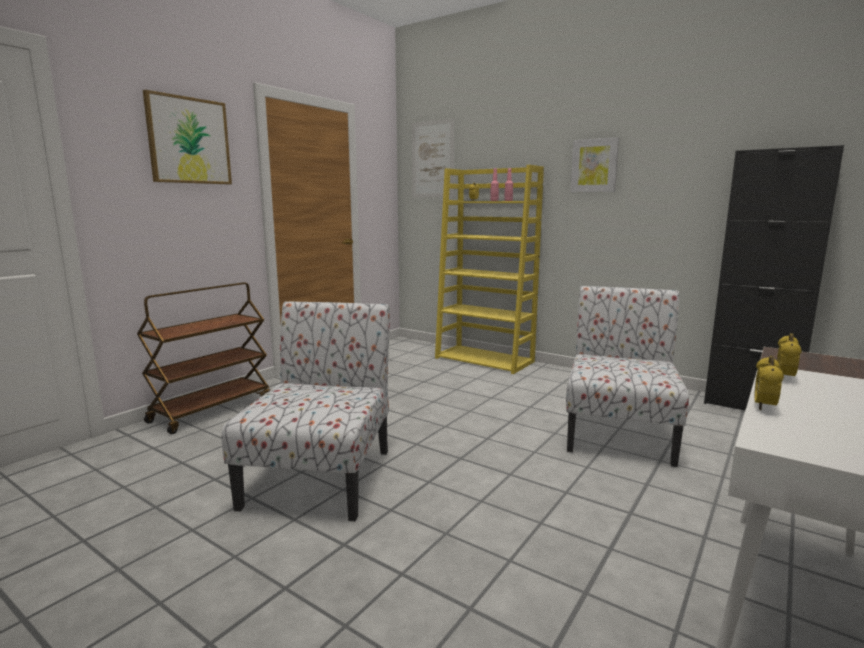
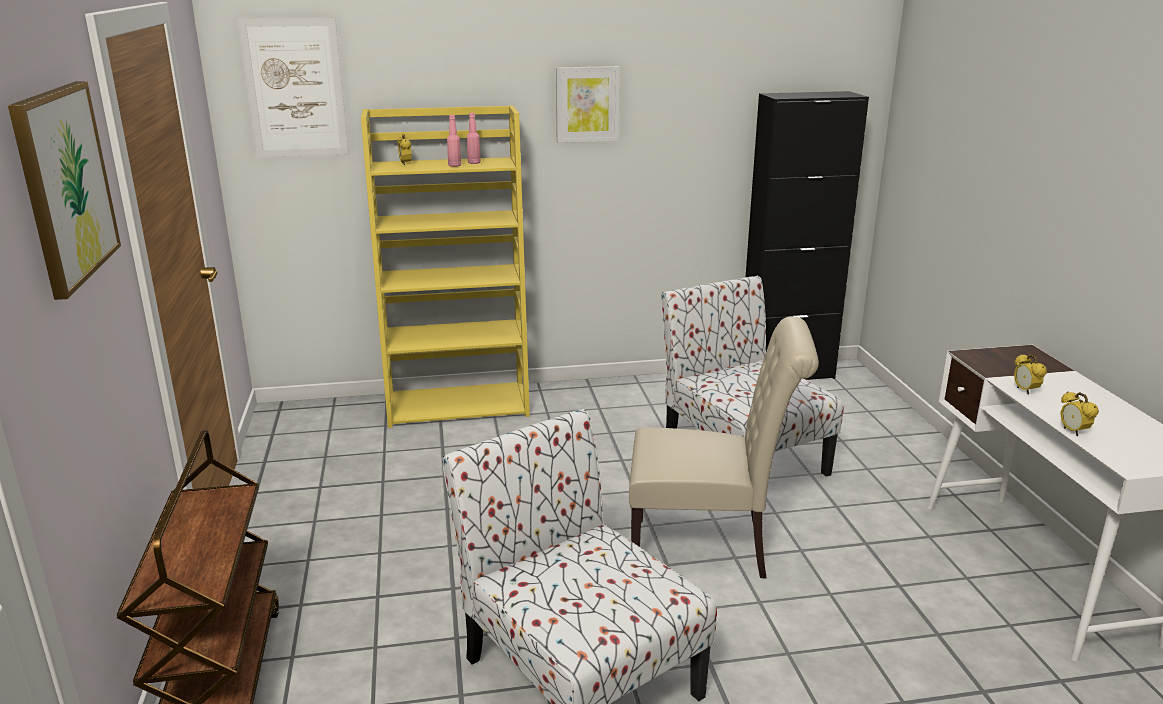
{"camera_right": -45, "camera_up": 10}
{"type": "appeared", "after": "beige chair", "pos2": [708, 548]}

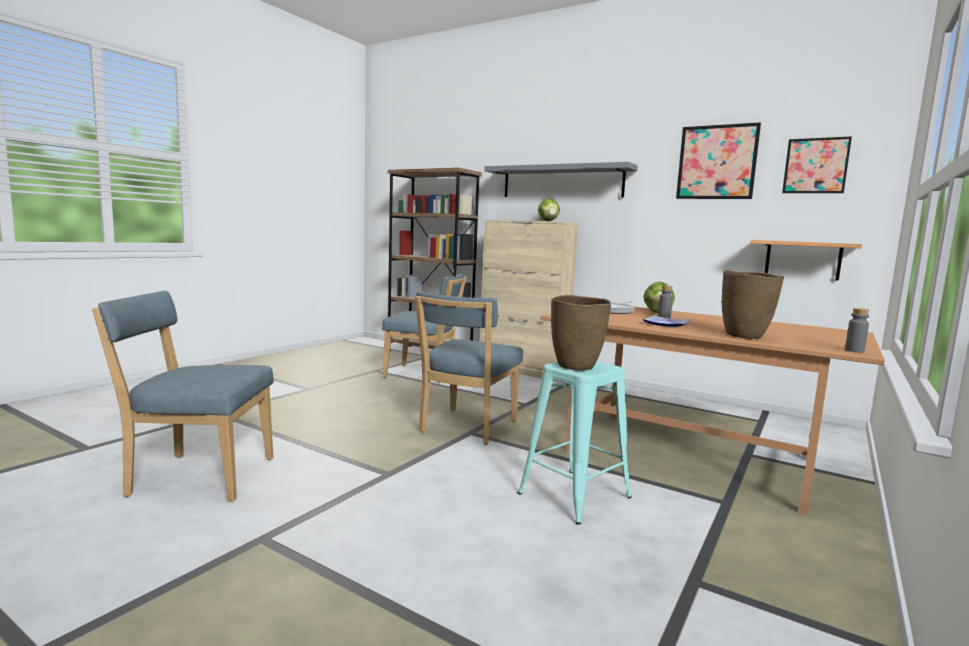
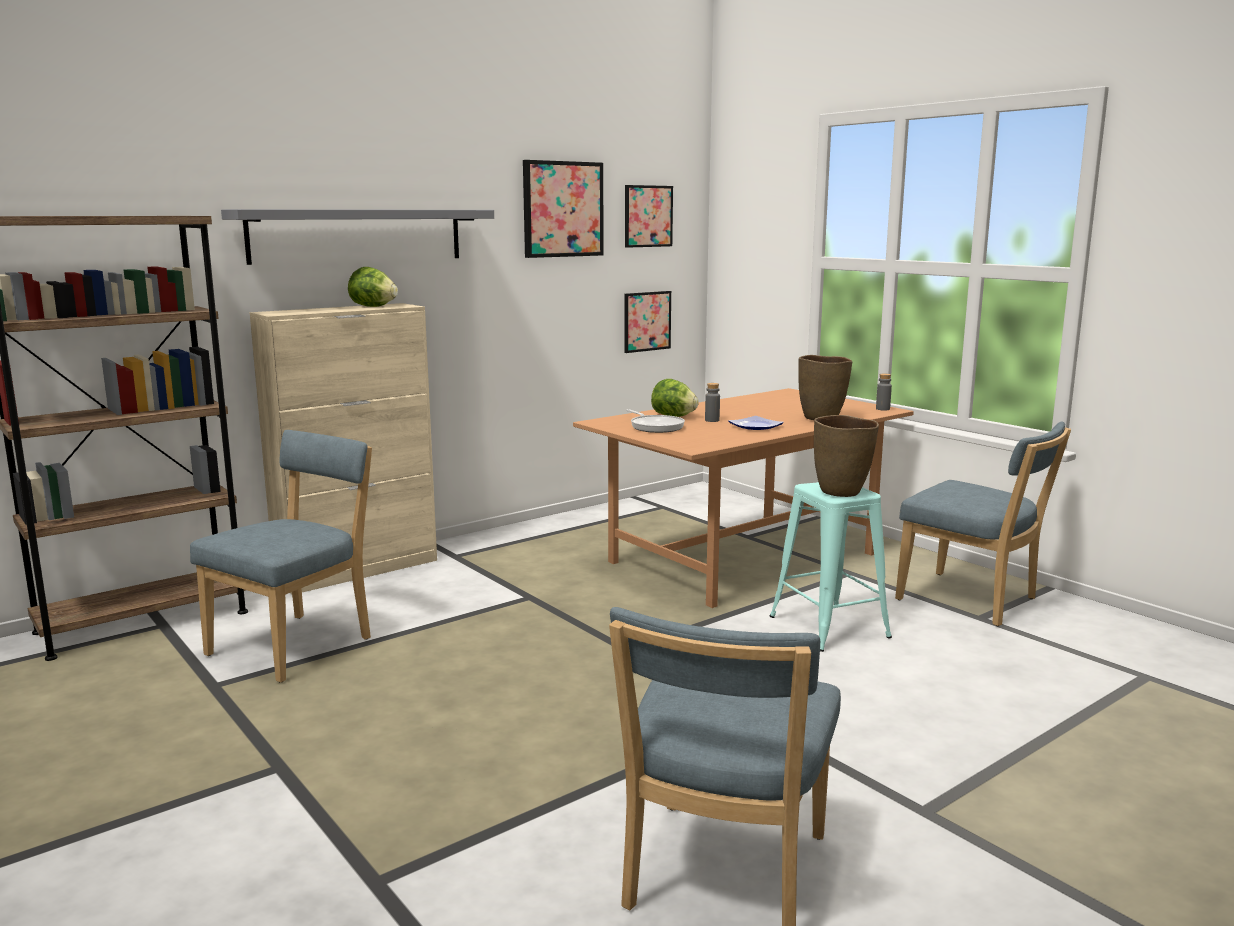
{"camera_right": -70, "camera_up": 5}
{"type": "relocated", "before": "blue chair", "pos1": [466, 428], "pos2": [972, 601]}
{"type": "exchanged", "before": "shelf", "after": "picture", "pos1": [802, 260], "pos2": [647, 321]}

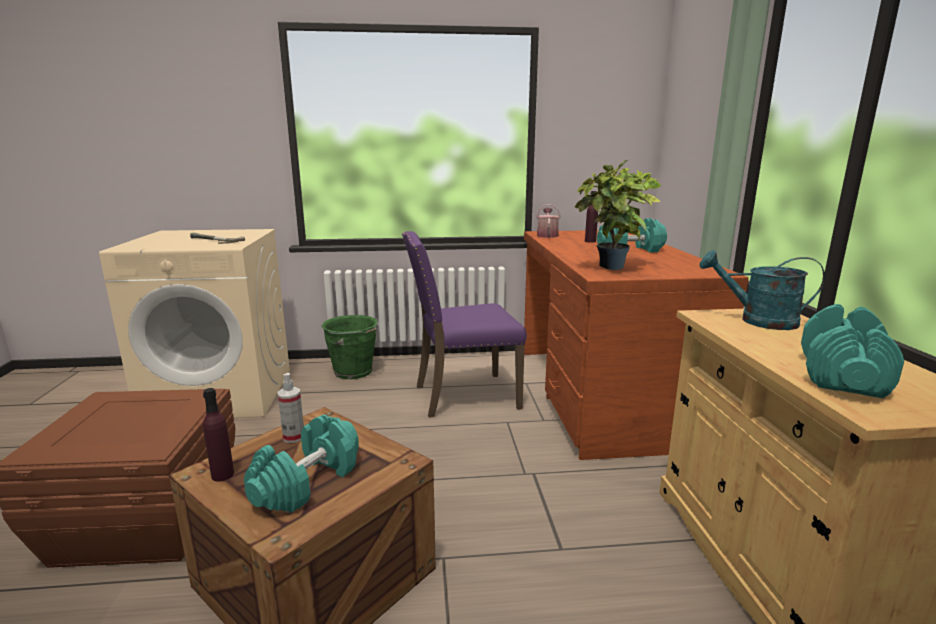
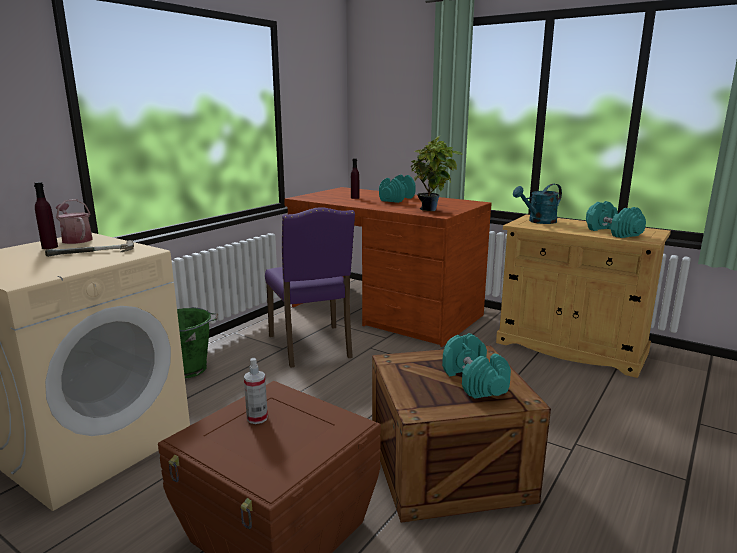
{"camera_right": -50, "camera_up": 0}
{"type": "relocated", "before": "purple bottle", "pos1": [222, 475], "pos2": [50, 247]}
{"type": "relocated", "before": "spray bottle", "pos1": [293, 437], "pos2": [257, 418]}
{"type": "spun", "before": "purple chair", "pos1": [463, 396], "pos2": [312, 346], "turn": -45}
{"type": "relocated", "before": "watering can", "pos1": [547, 235], "pos2": [76, 239]}

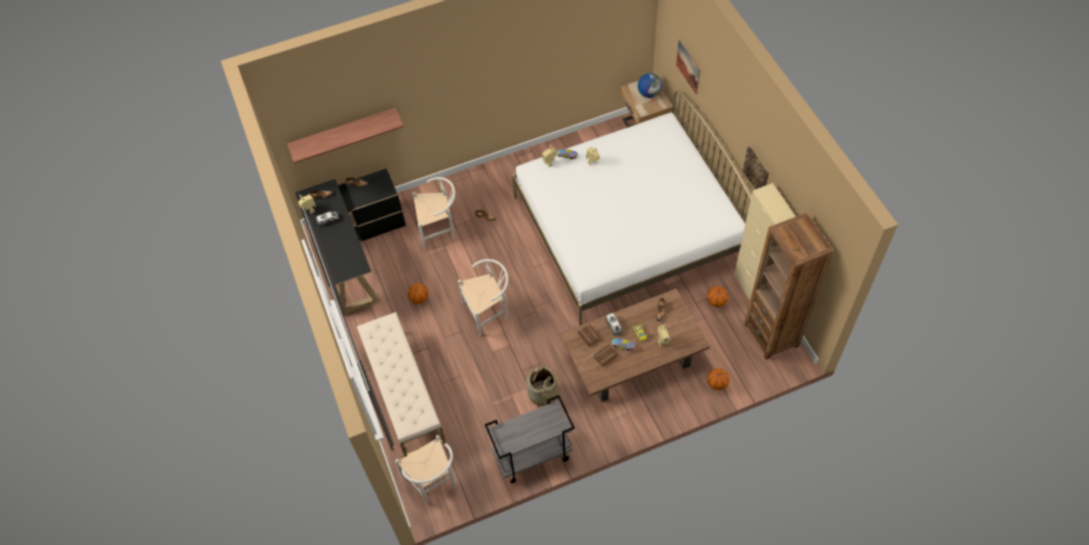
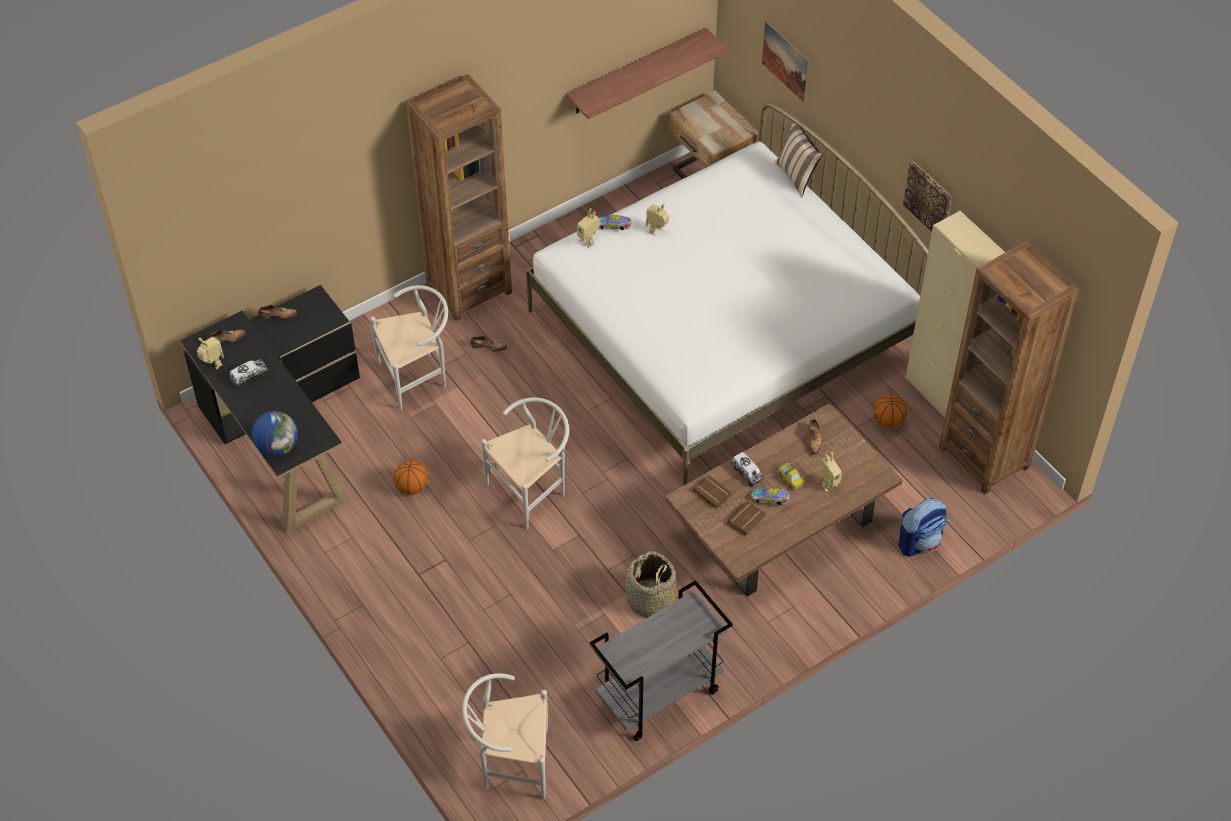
{"camera_right": -15, "camera_up": -5}
{"type": "relocated", "before": "shelf", "pos1": [343, 132], "pos2": [636, 72]}
{"type": "missing", "before": "beige bench", "pos1": [403, 392]}
{"type": "spun", "before": "white chair", "pos1": [434, 483], "pos2": [510, 763], "turn": 135}
{"type": "relocated", "before": "globe", "pos1": [649, 93], "pos2": [277, 447]}
{"type": "exchanged", "before": "basketball", "after": "backpack", "pos1": [717, 384], "pos2": [919, 541]}
{"type": "appeared", "after": "brown bookcase", "pos2": [469, 289]}
{"type": "appeared", "after": "beige pillow", "pos2": [797, 176]}

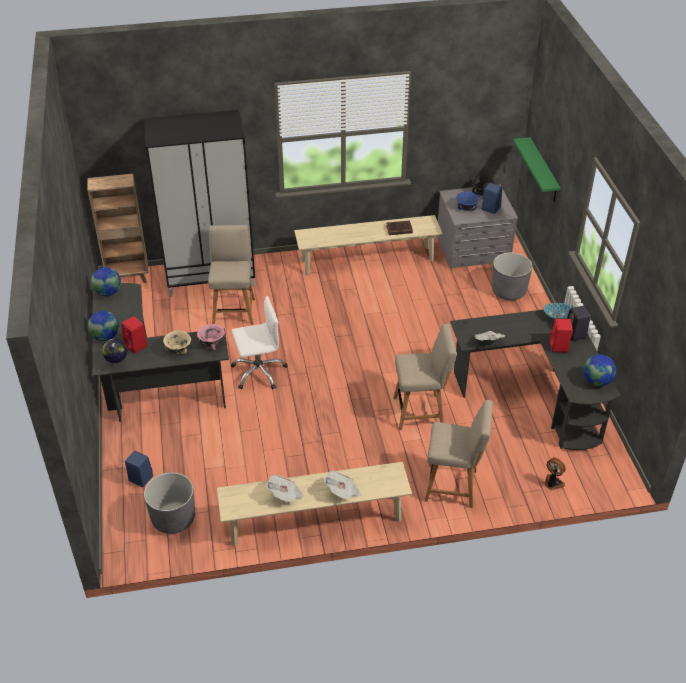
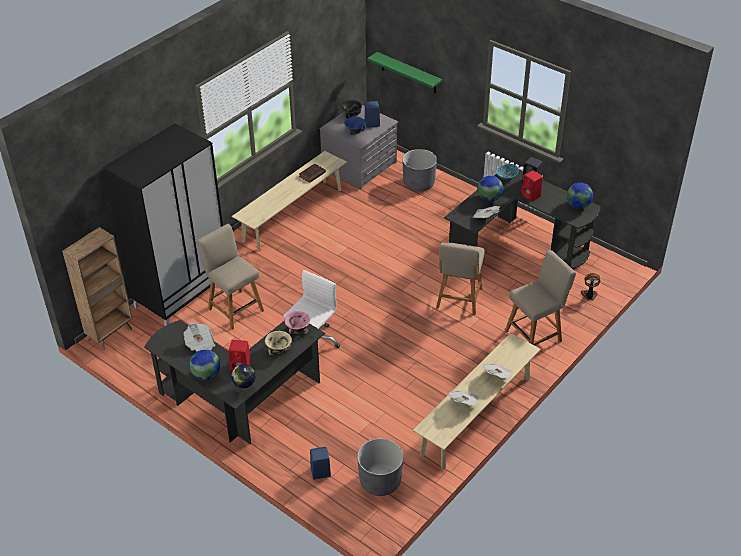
{"camera_right": -40, "camera_up": 0}
{"type": "relocated", "before": "globe", "pos1": [108, 292], "pos2": [489, 198]}
{"type": "spun", "before": "beige chair", "pos1": [421, 412], "pos2": [458, 300], "turn": 150}
{"type": "appeared", "after": "newspaper", "pos2": [200, 345]}

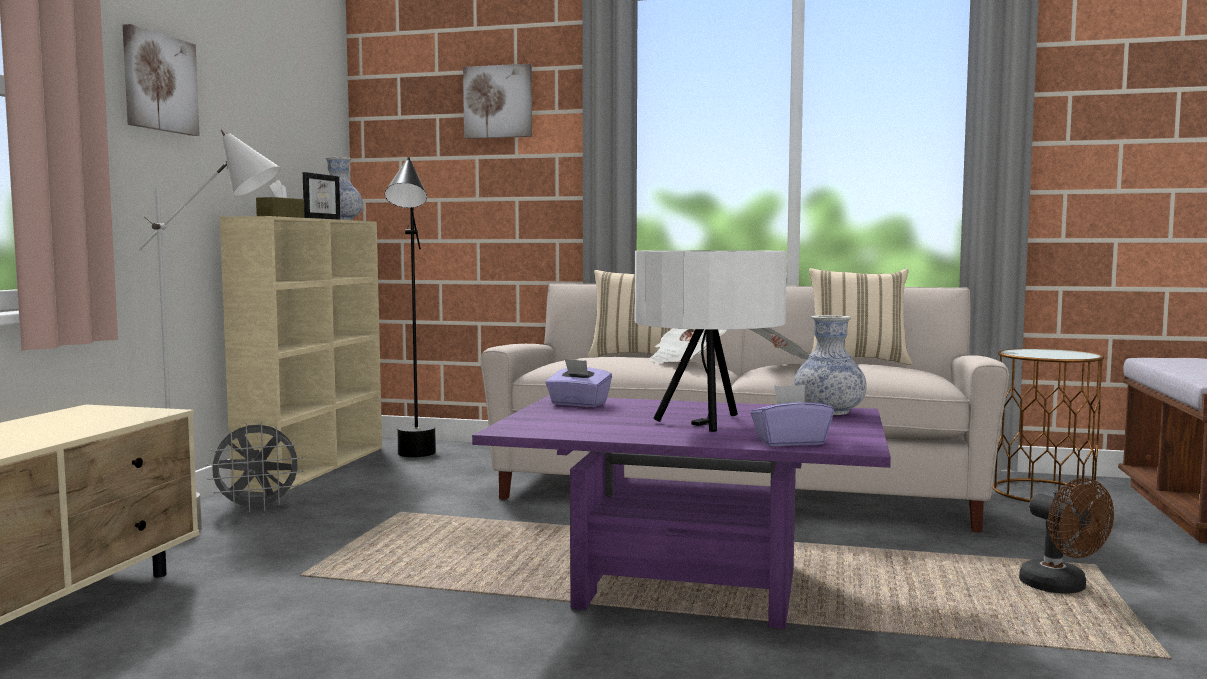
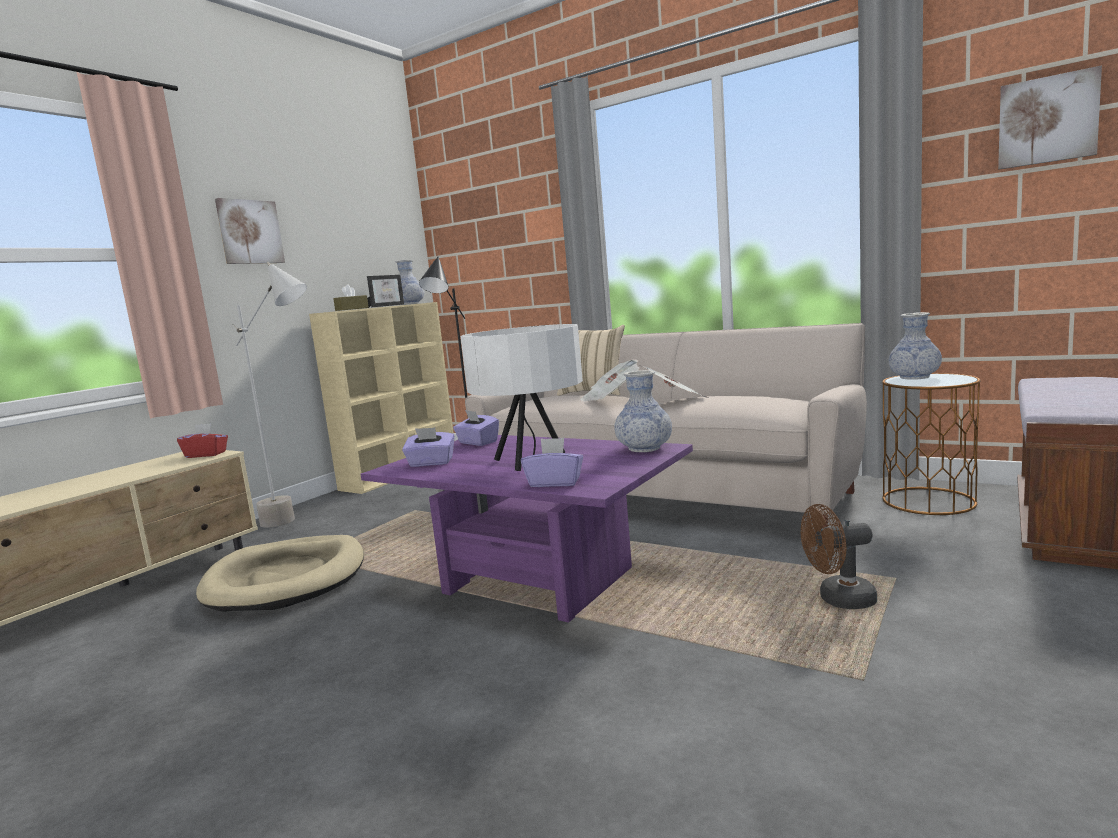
{"camera_right": 20, "camera_up": 5}
{"type": "missing", "before": "grey fan", "pos1": [257, 509]}
{"type": "relocated", "before": "picture", "pos1": [498, 102], "pos2": [1047, 120]}
{"type": "missing", "before": "beige pillow", "pos1": [857, 361]}
{"type": "spun", "before": "brown fan", "pos1": [1061, 588], "pos2": [839, 600], "turn": 90}
{"type": "appeared", "after": "red tissue box", "pos2": [206, 454]}
{"type": "appeared", "after": "beige dog bed", "pos2": [287, 579]}
{"type": "appeared", "after": "purple tissue box", "pos2": [431, 463]}
{"type": "appeared", "after": "vase", "pos2": [914, 377]}

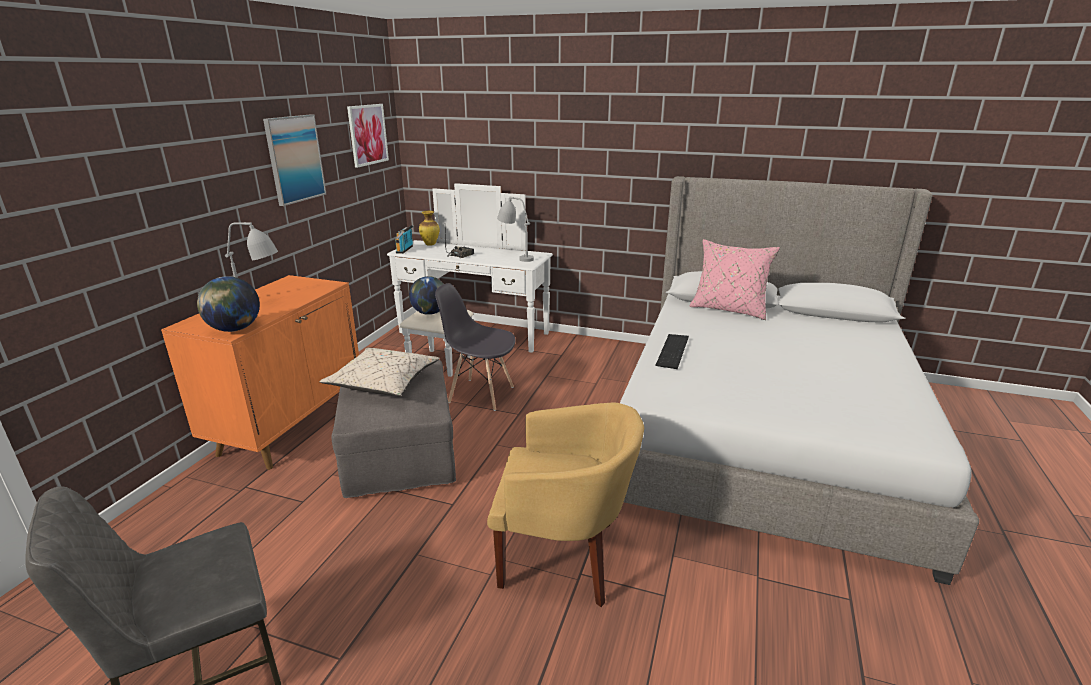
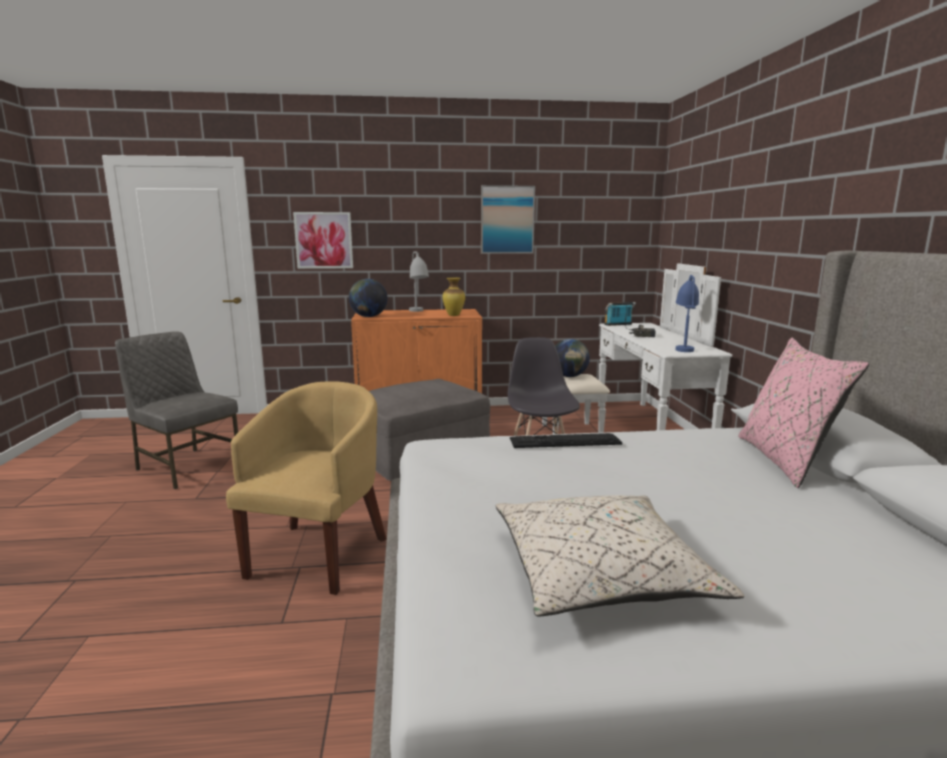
{"camera_right": 65, "camera_up": -10}
{"type": "relocated", "before": "beige pillow", "pos1": [383, 383], "pos2": [600, 574]}
{"type": "relocated", "before": "picture", "pos1": [368, 134], "pos2": [324, 240]}
{"type": "relocated", "before": "vase", "pos1": [430, 244], "pos2": [453, 315]}
{"type": "spun", "before": "yellow armchair", "pos1": [564, 557], "pos2": [319, 554], "turn": -150}
{"type": "colour", "before": "grey table lamp", "after": "blue table lamp", "pos1": [515, 256], "pos2": [683, 346]}

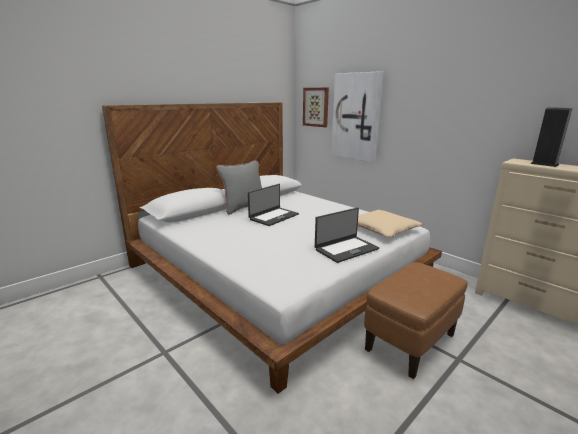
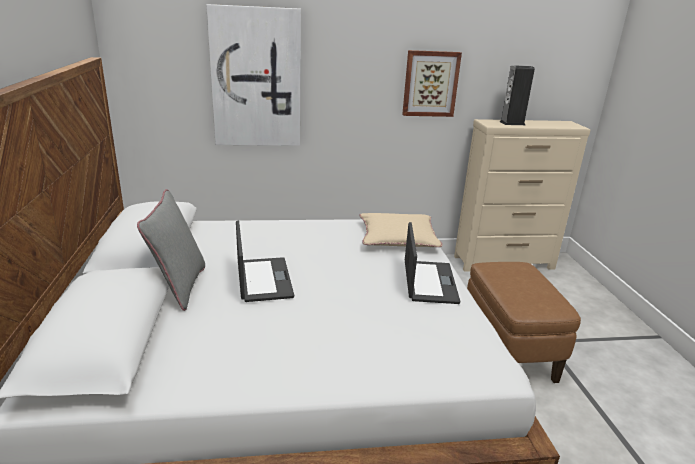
{"camera_right": -55, "camera_up": 5}
{"type": "relocated", "before": "picture", "pos1": [316, 107], "pos2": [430, 84]}

